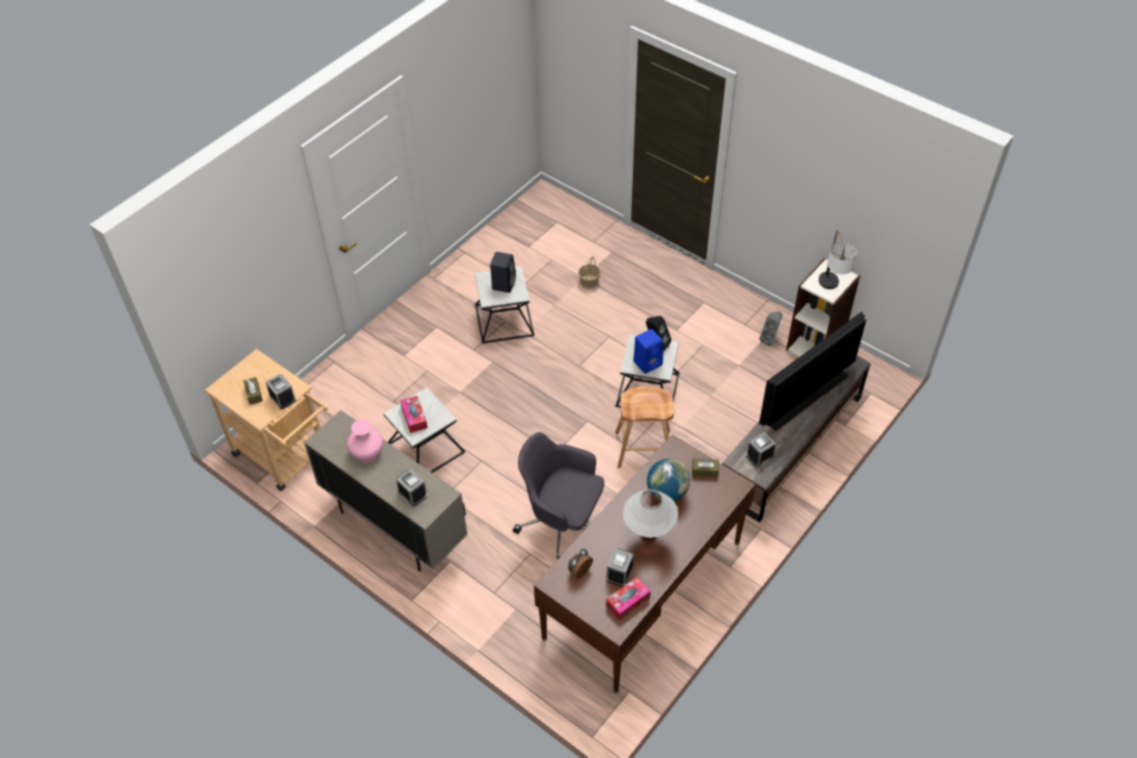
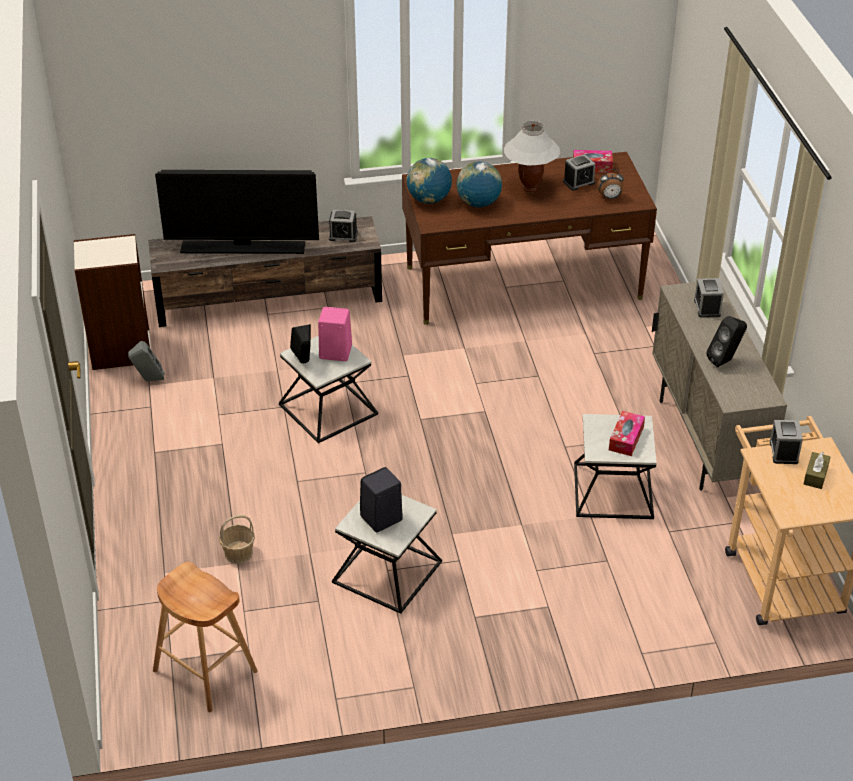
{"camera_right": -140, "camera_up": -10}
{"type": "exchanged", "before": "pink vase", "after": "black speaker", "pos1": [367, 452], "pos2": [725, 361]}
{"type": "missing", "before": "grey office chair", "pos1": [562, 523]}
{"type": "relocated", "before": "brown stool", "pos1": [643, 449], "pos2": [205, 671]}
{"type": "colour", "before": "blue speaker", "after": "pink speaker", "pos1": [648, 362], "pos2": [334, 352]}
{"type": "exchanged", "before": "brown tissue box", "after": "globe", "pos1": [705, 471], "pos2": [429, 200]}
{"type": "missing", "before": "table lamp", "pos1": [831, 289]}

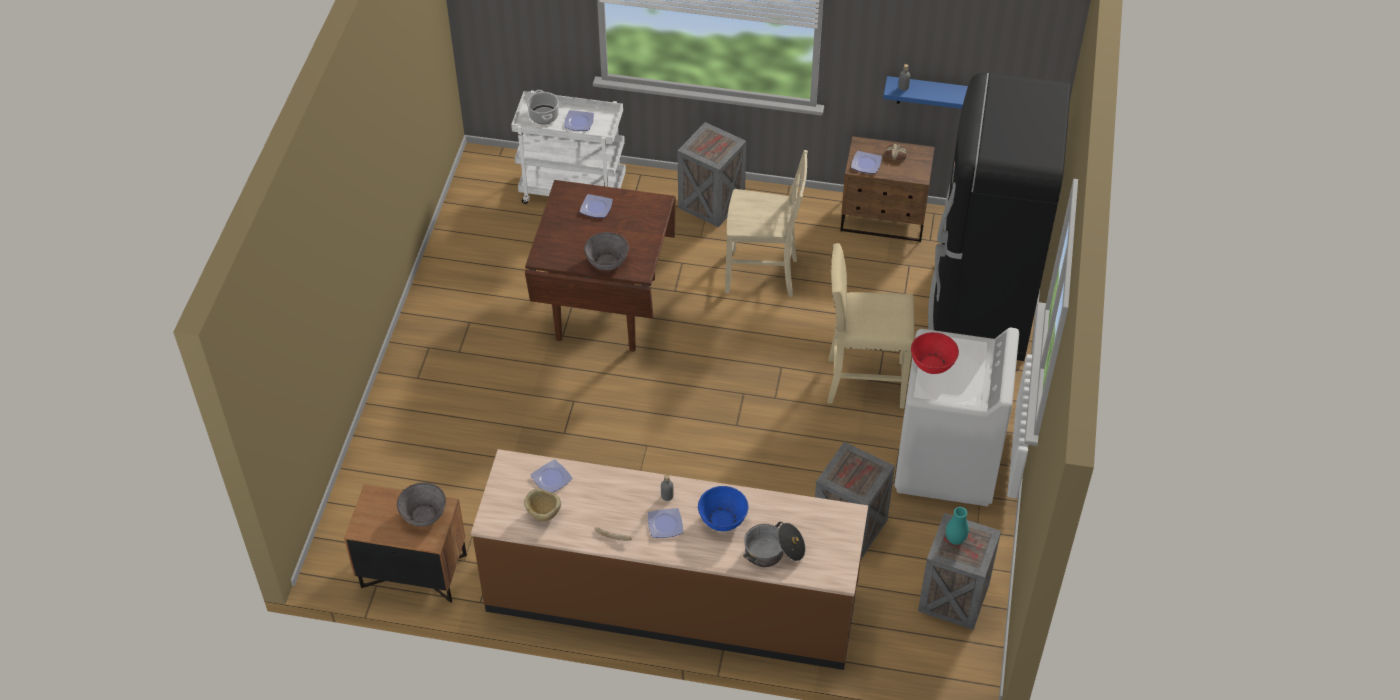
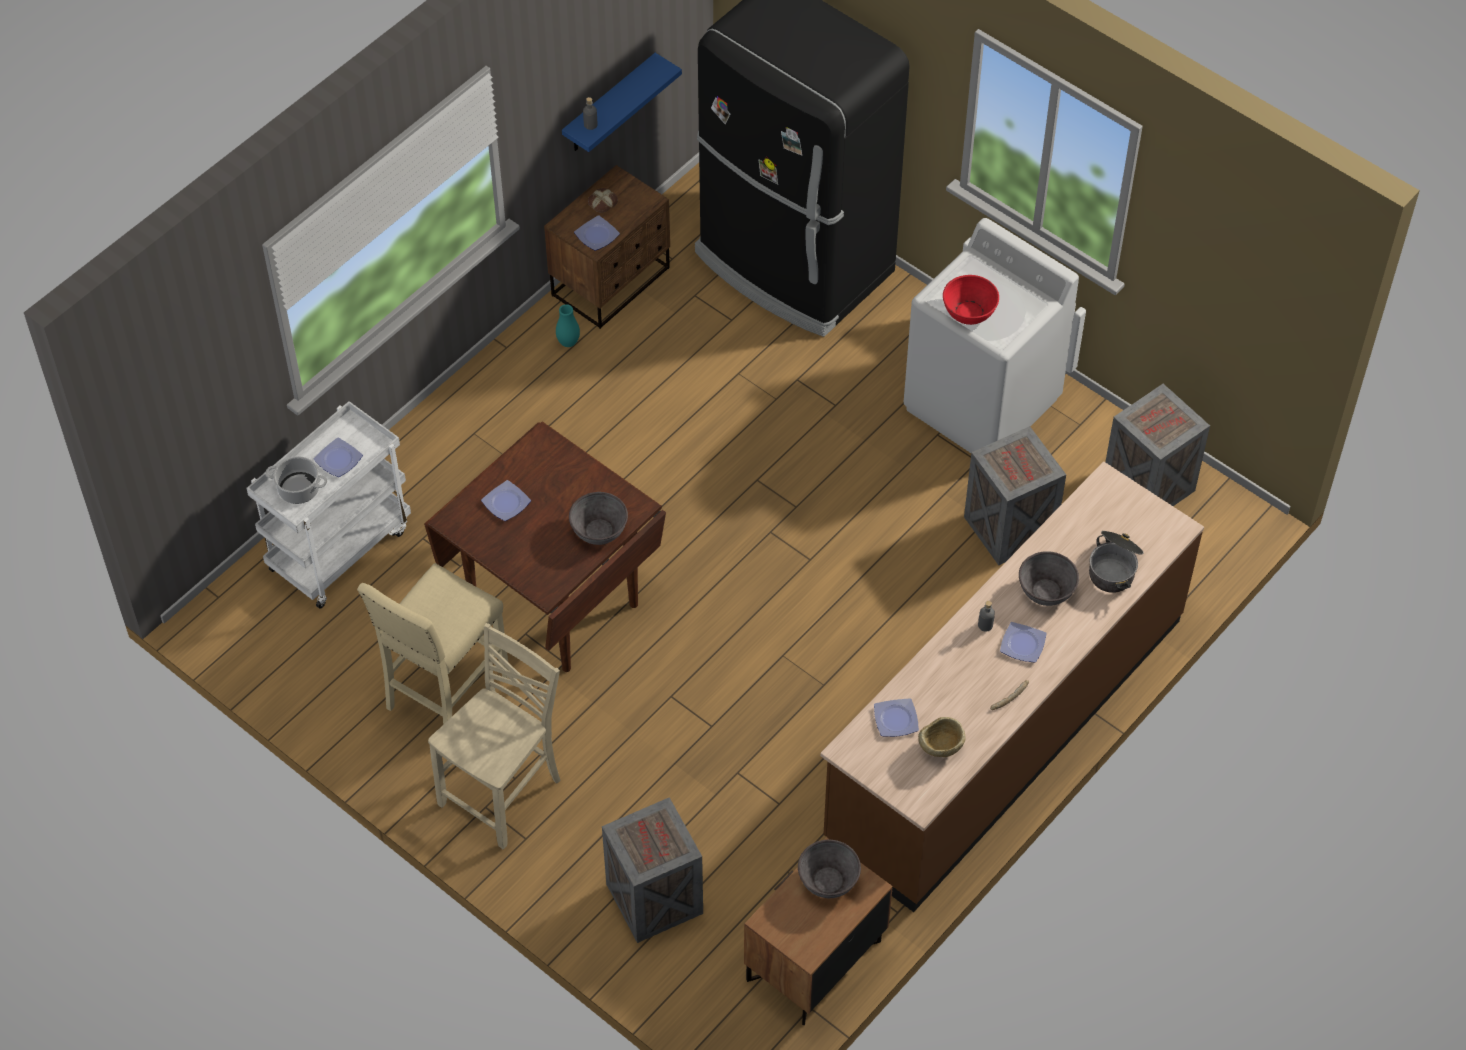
{"camera_right": -60, "camera_up": 5}
{"type": "relocated", "before": "crate", "pos1": [710, 203], "pos2": [653, 900]}
{"type": "colour", "before": "blue bowl", "after": "grey bowl", "pos1": [722, 519], "pos2": [1046, 591]}
{"type": "relocated", "before": "beige chair", "pos1": [763, 275], "pos2": [504, 793]}
{"type": "relocated", "before": "beige stool", "pos1": [863, 382], "pos2": [445, 693]}
{"type": "relocated", "before": "turquoise vase", "pos1": [955, 540], "pos2": [568, 342]}

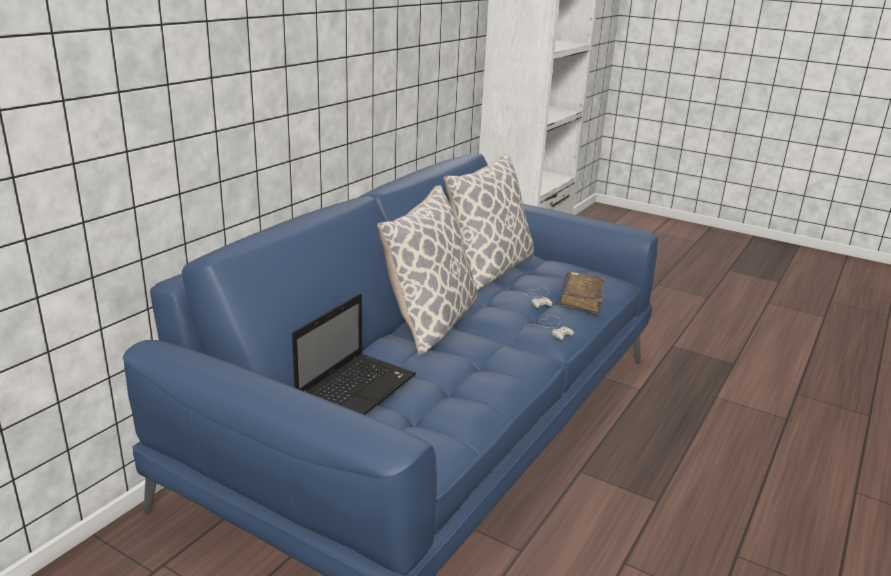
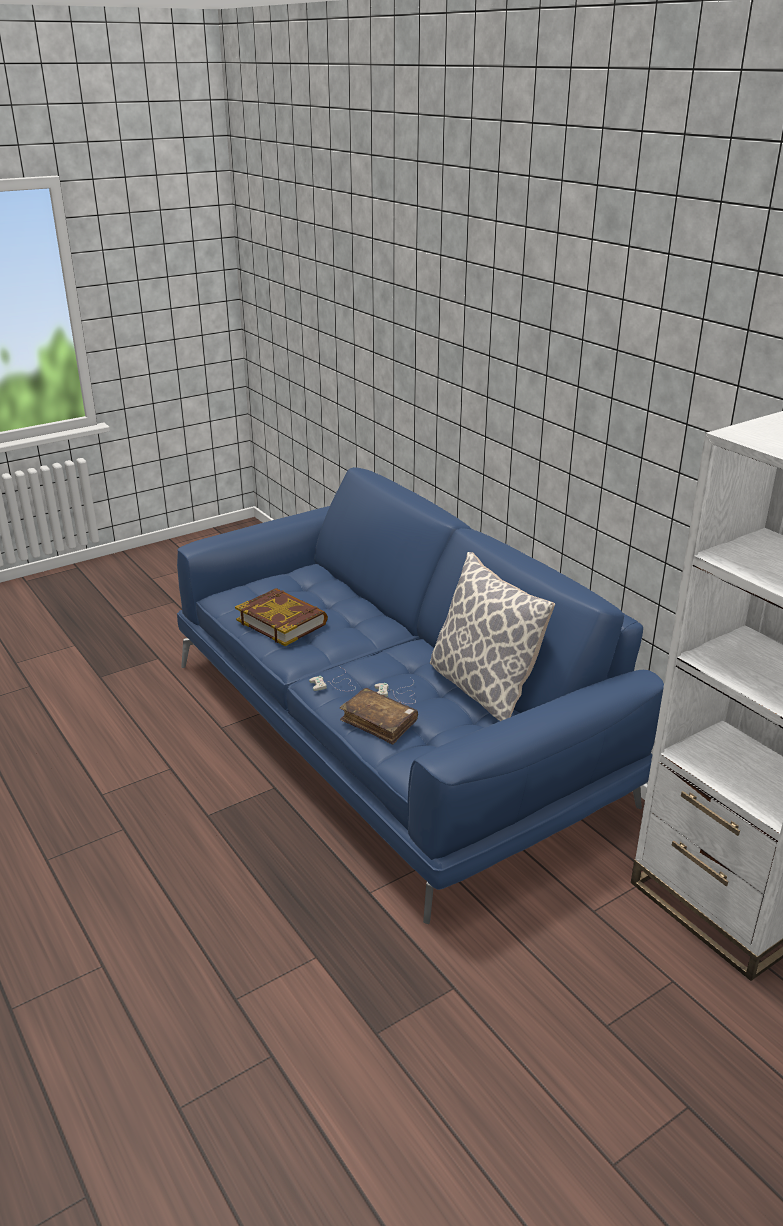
{"camera_right": 115, "camera_up": 5}
{"type": "missing", "before": "laptop", "pos1": [357, 388]}
{"type": "missing", "before": "pillow", "pos1": [430, 323]}
{"type": "appeared", "after": "book", "pos2": [282, 622]}

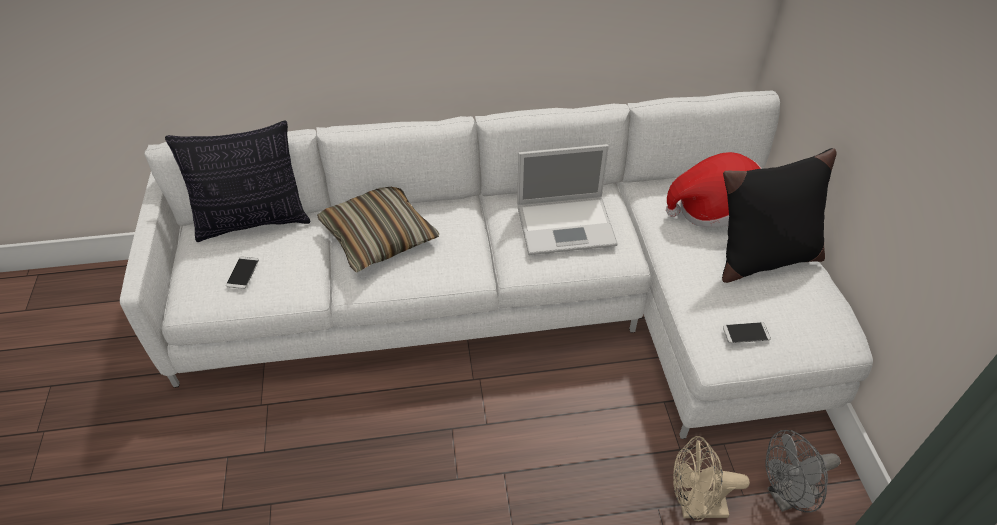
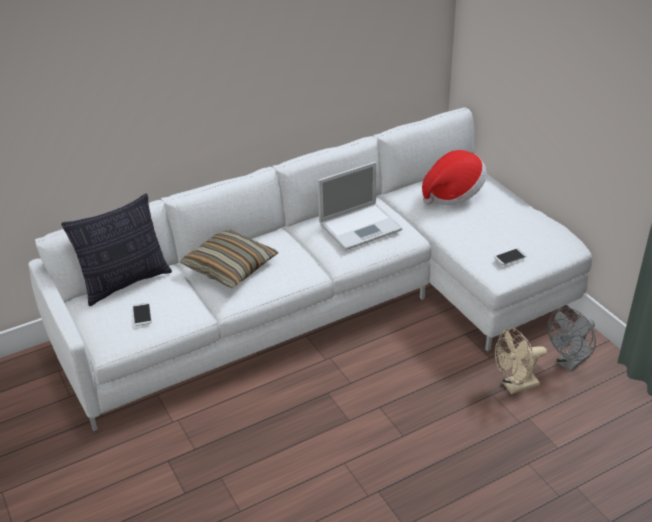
{"camera_right": -20, "camera_up": -10}
{"type": "missing", "before": "black pillow", "pos1": [762, 259]}

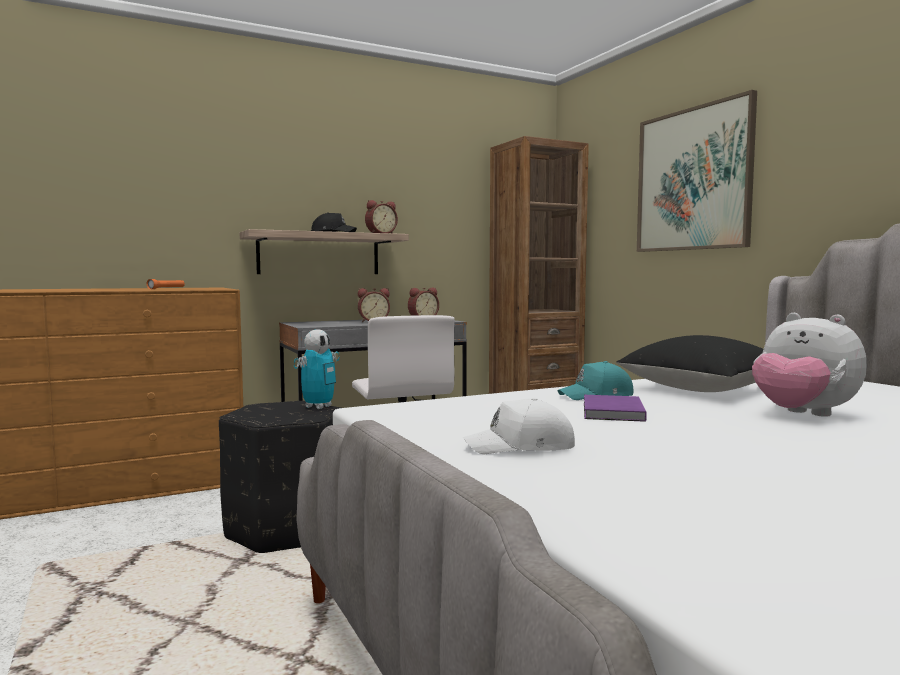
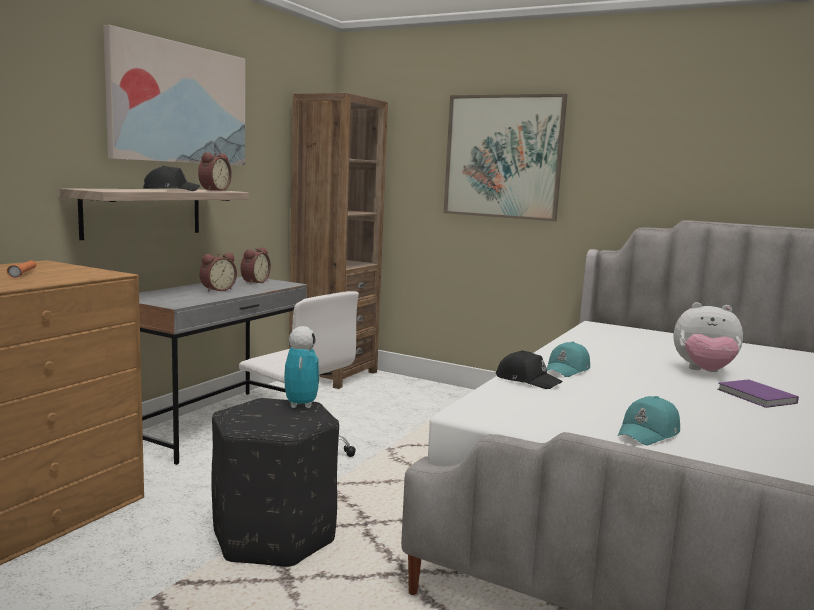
{"camera_right": -35, "camera_up": 5}
{"type": "colour", "before": "white cap", "after": "turquoise cap", "pos1": [522, 447], "pos2": [649, 433]}
{"type": "relocated", "before": "purple book", "pos1": [611, 412], "pos2": [757, 397]}
{"type": "missing", "before": "black pillow", "pos1": [700, 390]}
{"type": "appeared", "after": "picture", "pos2": [179, 104]}
{"type": "appeared", "after": "black cap", "pos2": [527, 380]}

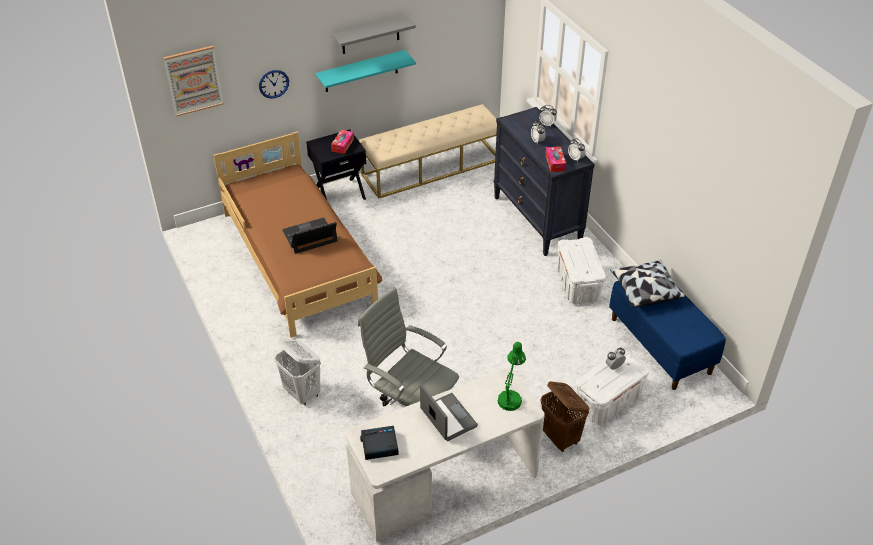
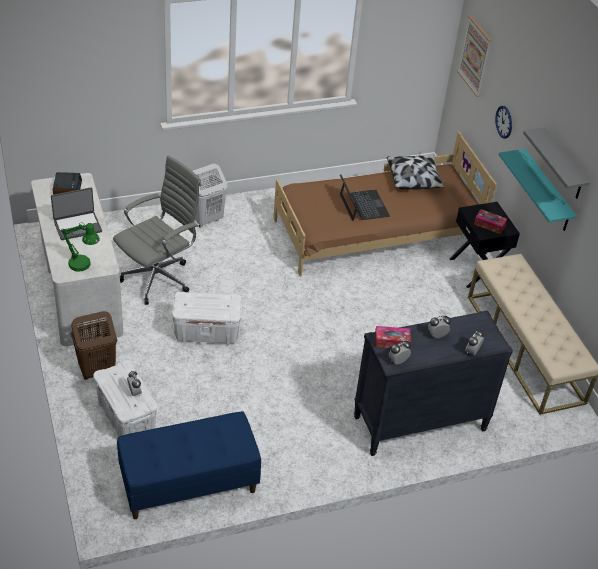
{"camera_right": 95, "camera_up": 0}
{"type": "relocated", "before": "white storage box", "pos1": [577, 284], "pos2": [207, 332]}
{"type": "relocated", "before": "pillow", "pos1": [644, 290], "pos2": [414, 180]}

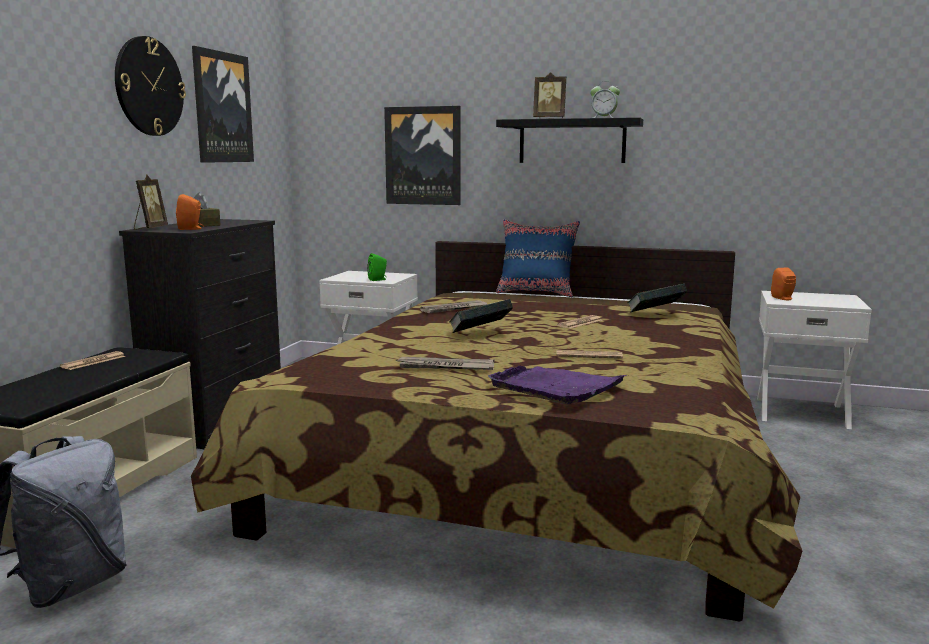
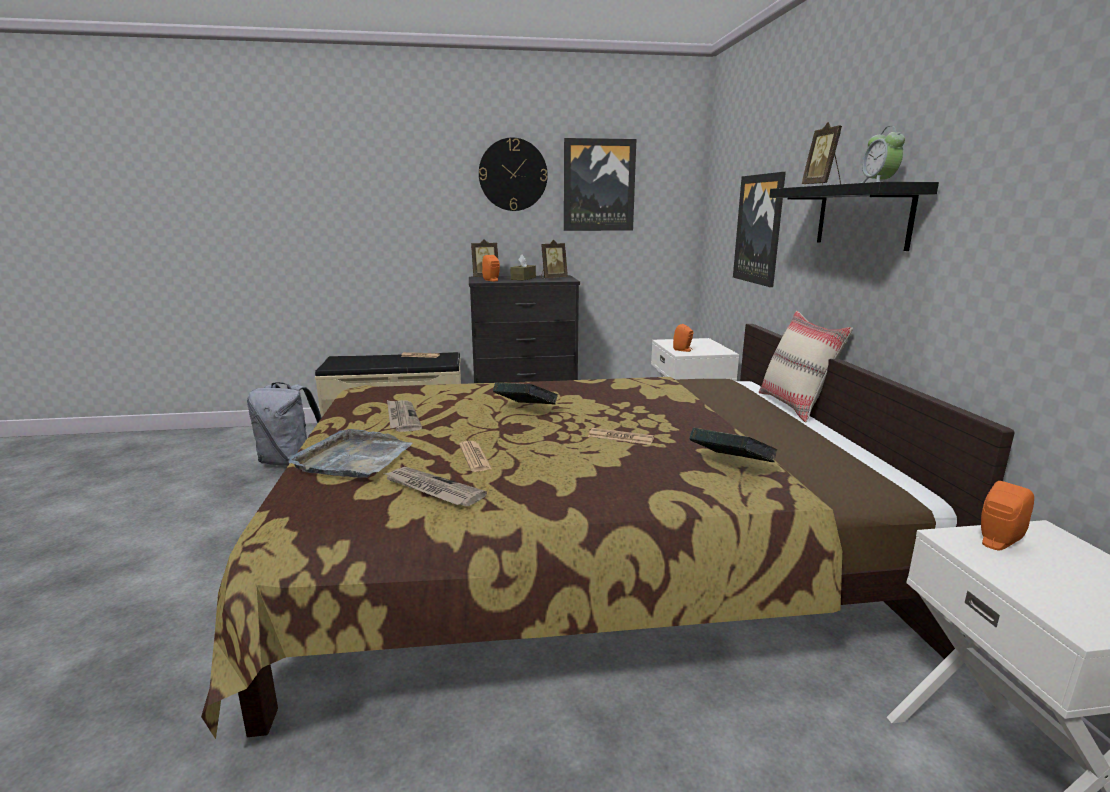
{"camera_right": 65, "camera_up": 5}
{"type": "colour", "before": "green speaker", "after": "orange speaker", "pos1": [378, 279], "pos2": [683, 350]}
{"type": "relocated", "before": "newspaper", "pos1": [454, 309], "pos2": [432, 489]}
{"type": "colour", "before": "purple tray", "after": "grey tray", "pos1": [556, 387], "pos2": [353, 459]}
{"type": "colour", "before": "blue pillow", "after": "beige pillow", "pos1": [536, 293], "pos2": [795, 406]}
{"type": "appeared", "after": "picture frame", "pos2": [553, 278]}

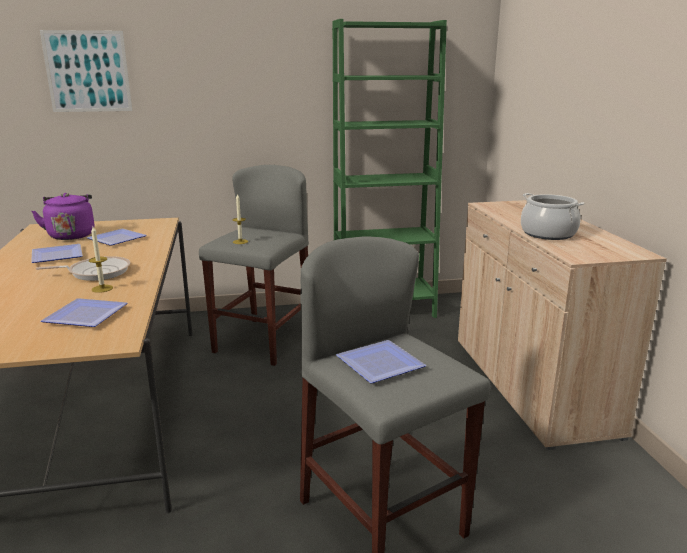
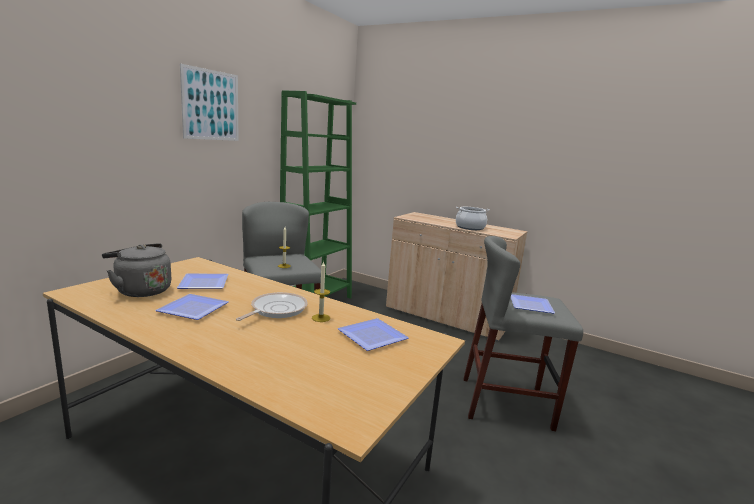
{"camera_right": -50, "camera_up": -5}
{"type": "colour", "before": "purple kettle", "after": "grey kettle", "pos1": [71, 235], "pos2": [141, 290]}
{"type": "relocated", "before": "picture", "pos1": [87, 71], "pos2": [211, 105]}

